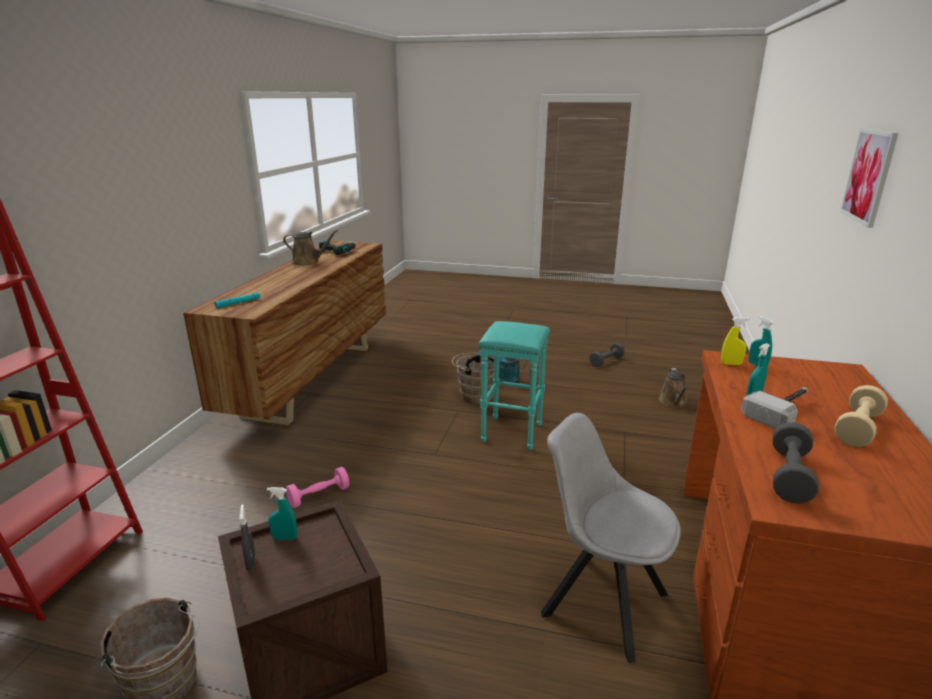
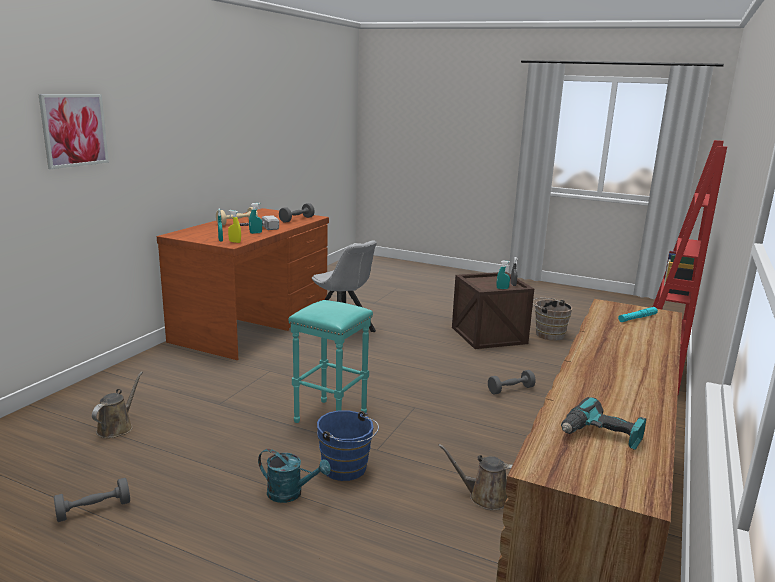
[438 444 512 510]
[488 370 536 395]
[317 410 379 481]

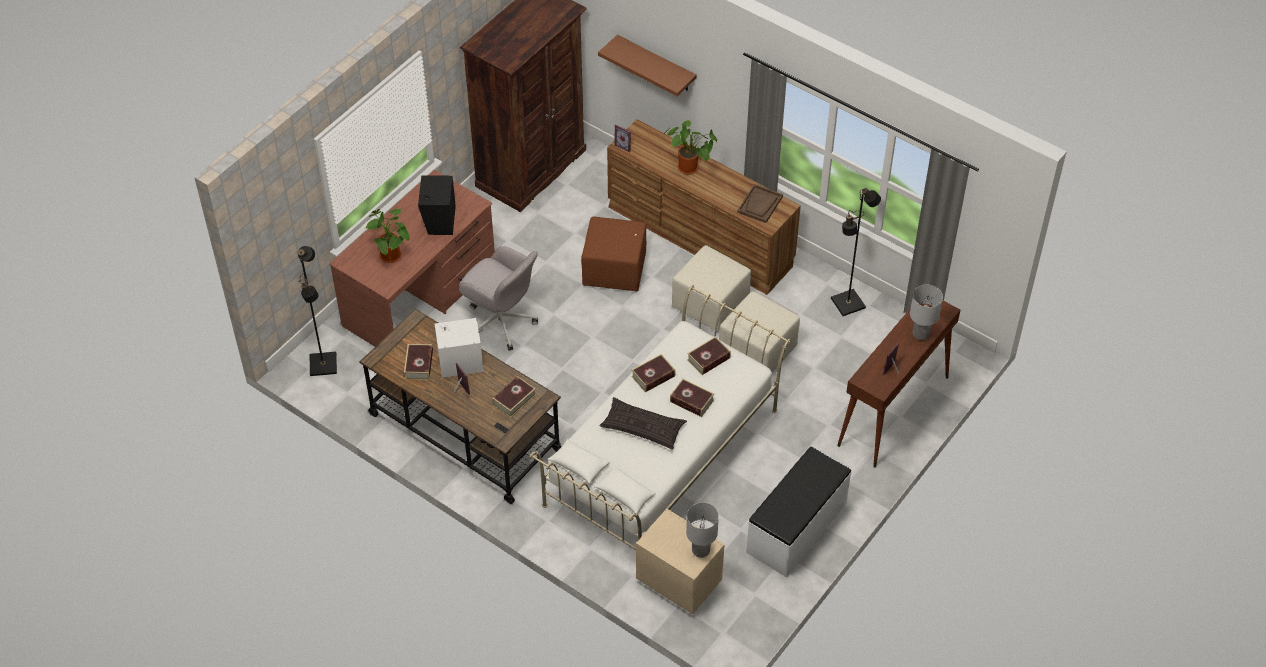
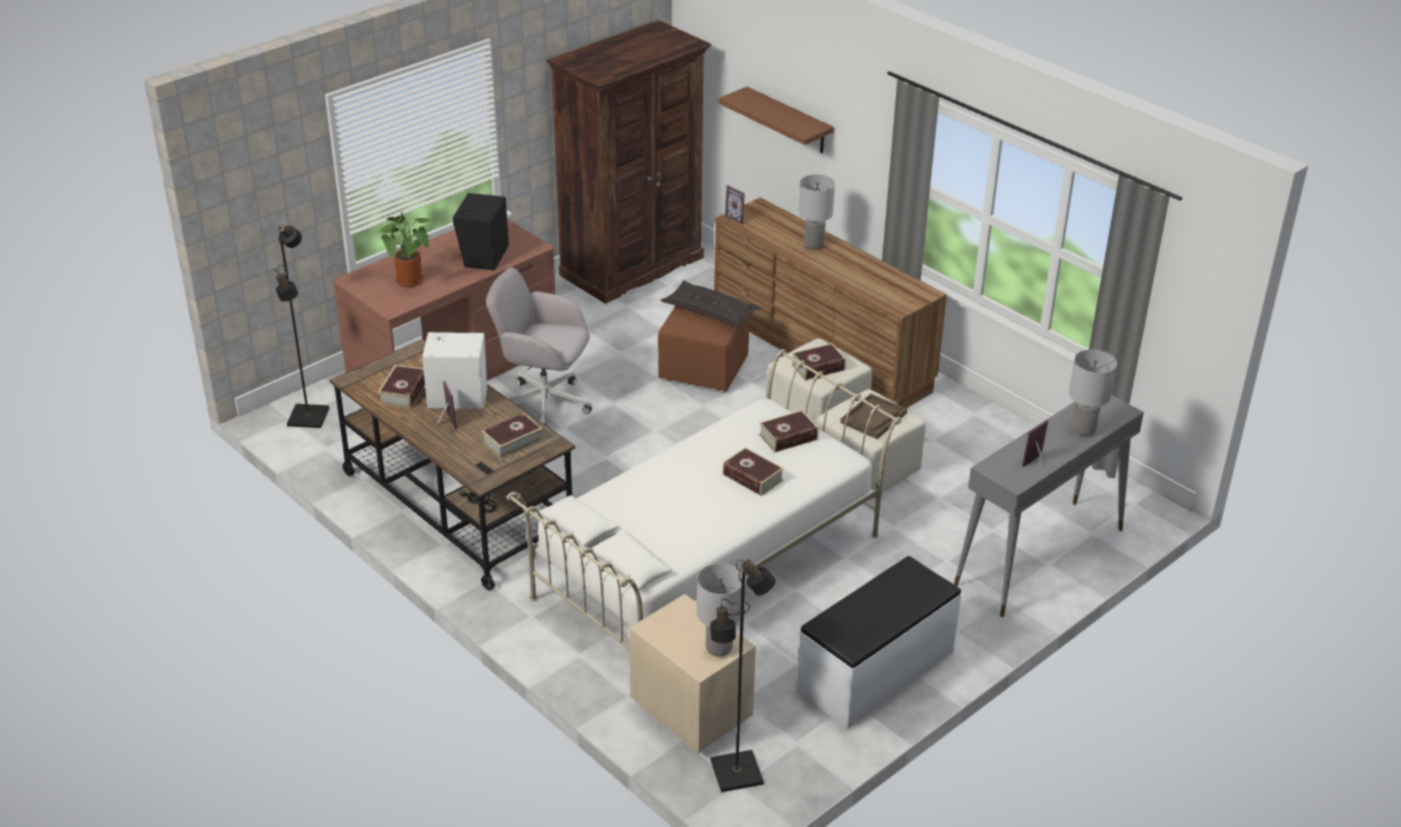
[486 267 592 426]
[660 280 761 328]
[791 343 846 380]
[798 174 835 249]
[840 394 907 439]
[710 559 776 792]
[954 395 1144 617]

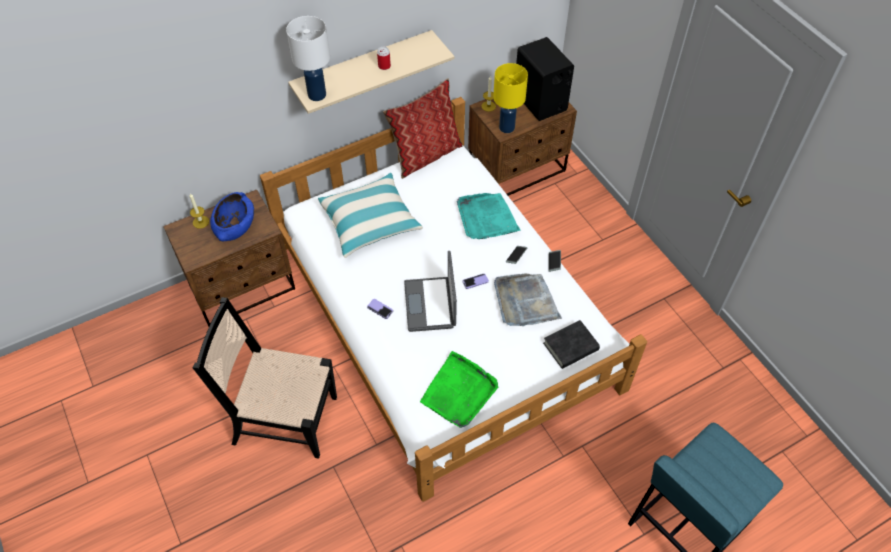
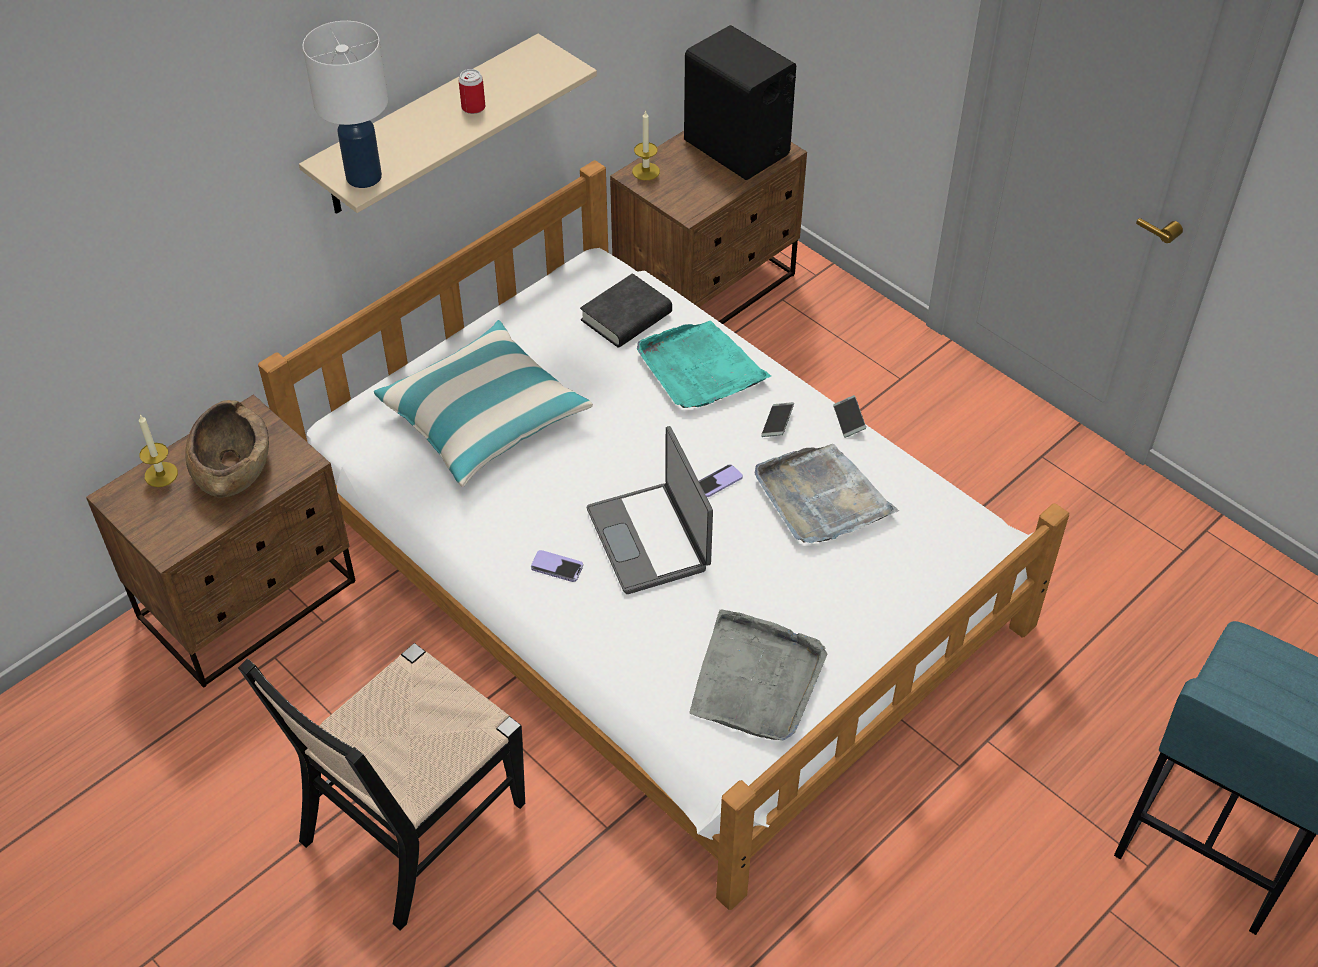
[238 643 525 931]
[185 400 269 498]
[383 78 463 179] (first image)
[689 610 827 741]
[493 63 528 133] (first image)
[580 273 672 348]

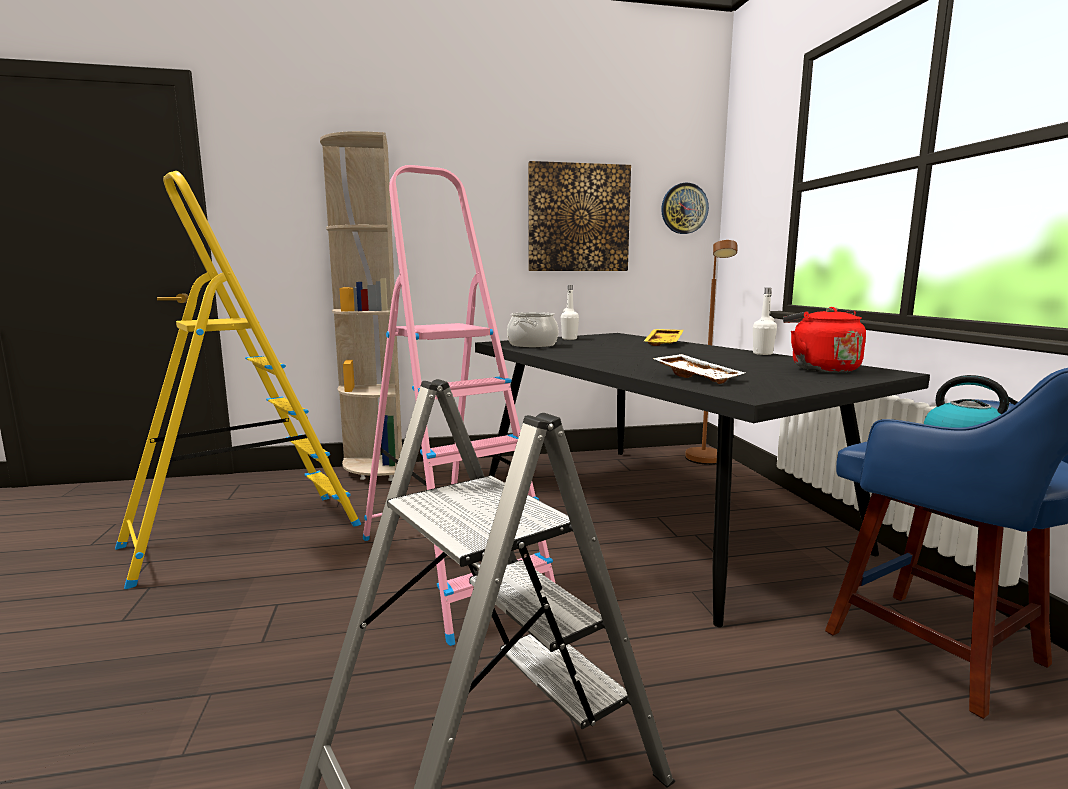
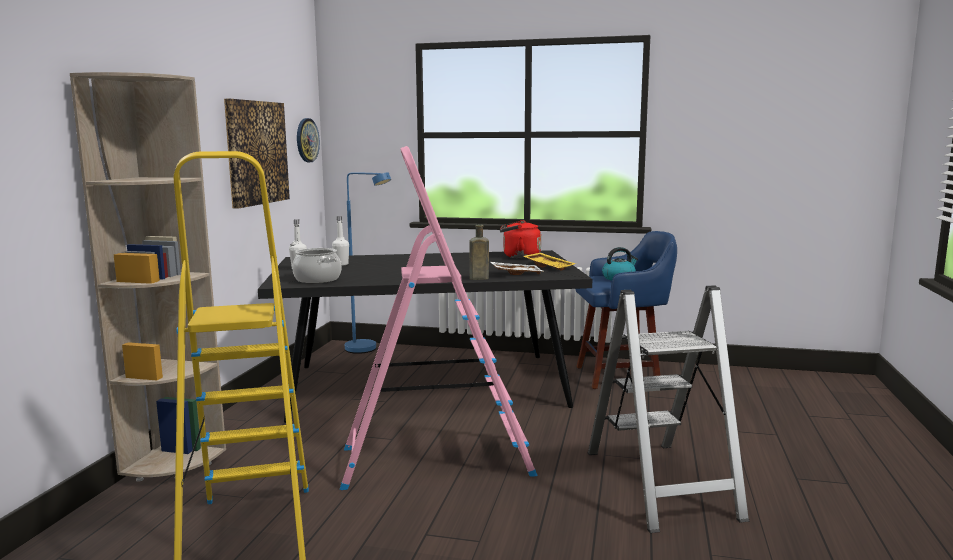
[523 253 576 271]
[345 172 391 354]
[332 216 349 266]
[469 225 489 280]

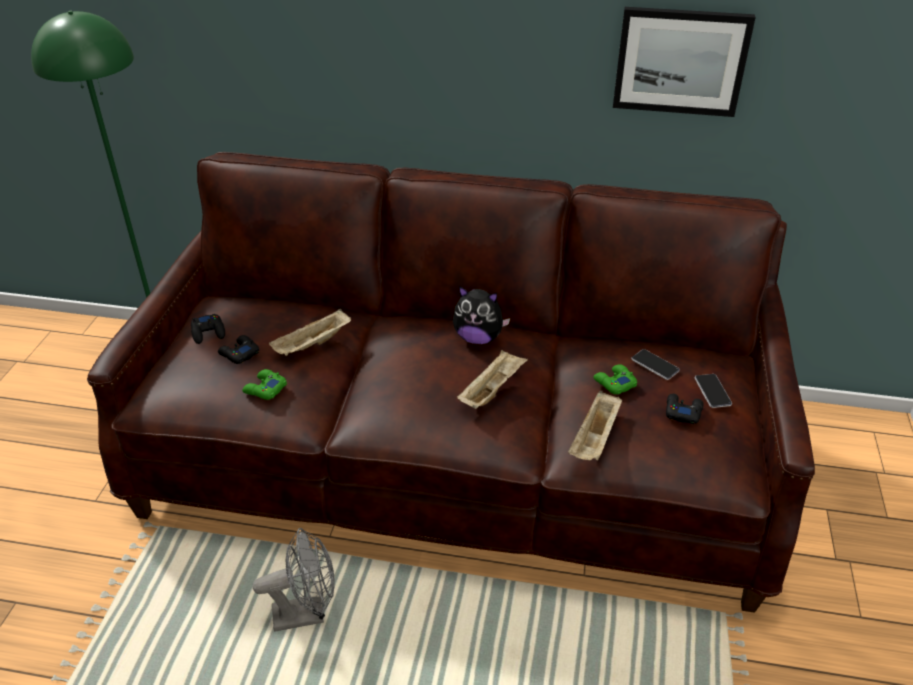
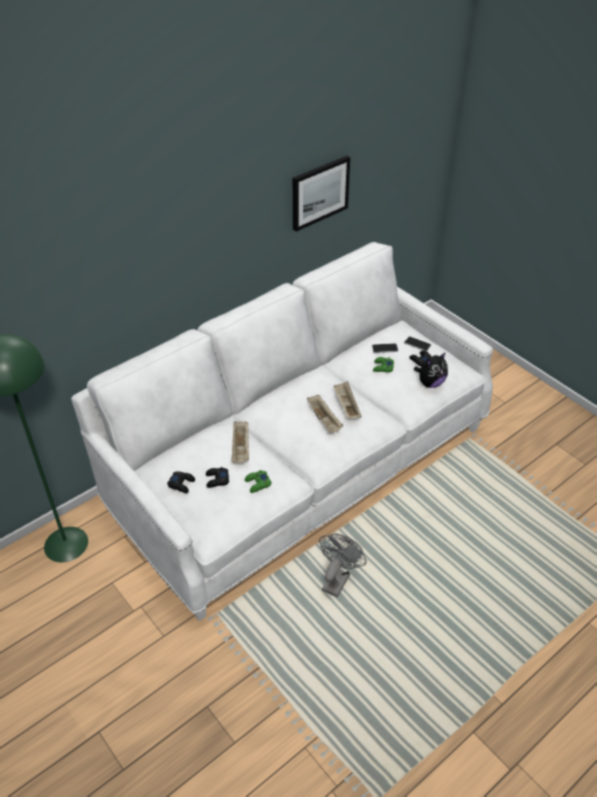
[71 242 493 621]
[414 352 448 388]
[307 395 343 433]

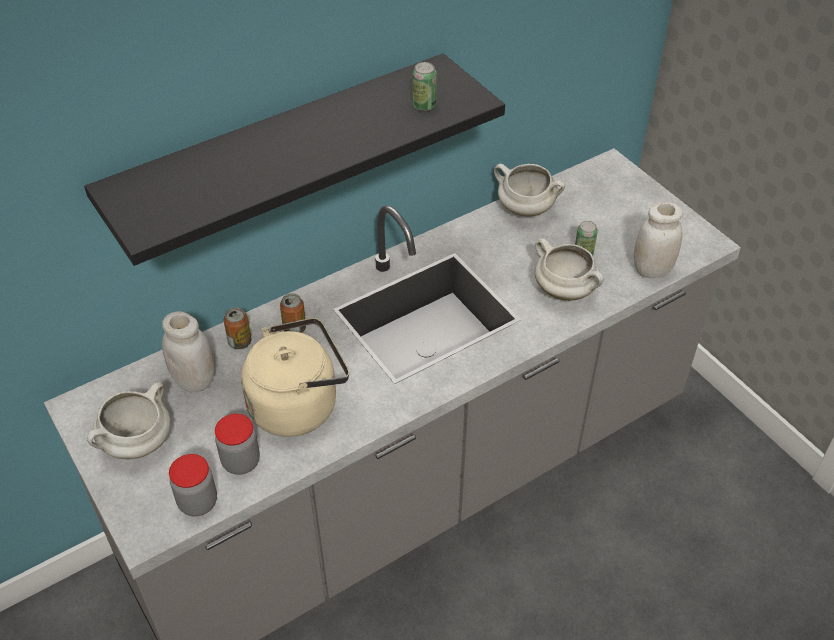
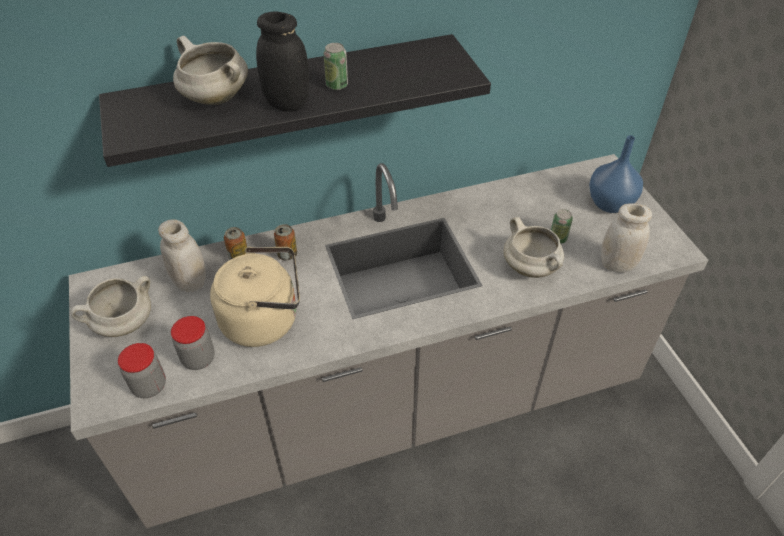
[323 43 348 90]
[173 36 248 105]
[256 11 309 112]
[589 135 643 213]

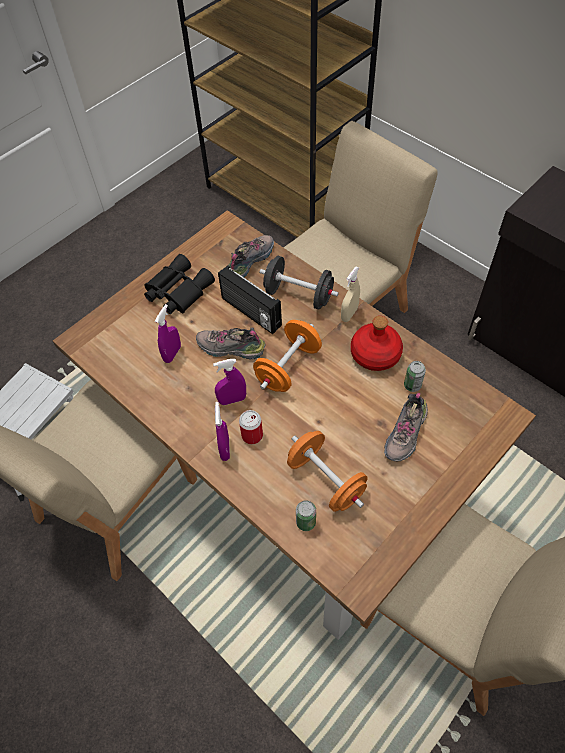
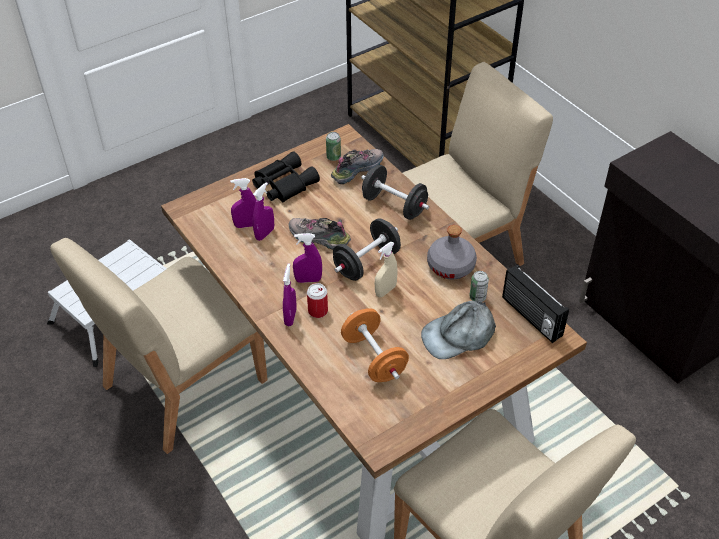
[502 264 569 343]
[333 218 401 281]
[326 132 341 161]
[375 242 398 297]
[427 225 477 280]
[421 301 496 359]
[230 178 256 228]

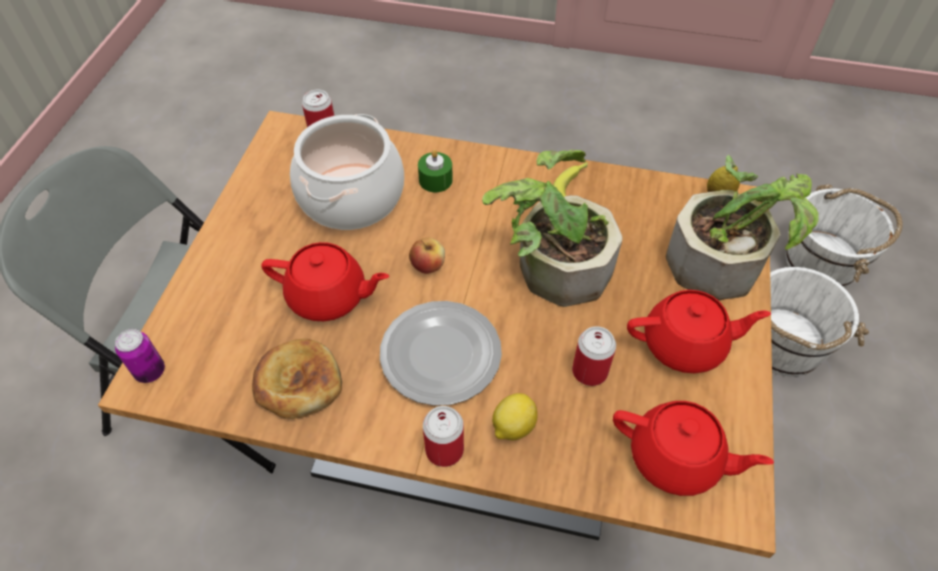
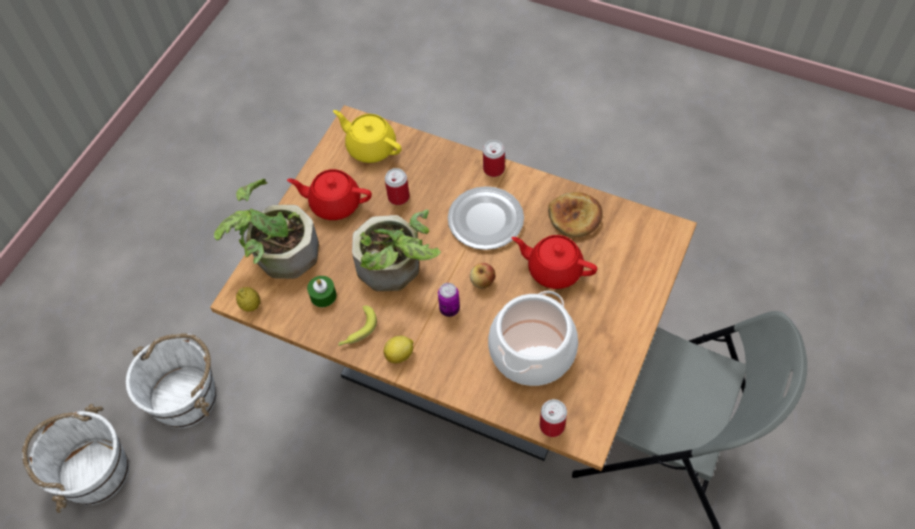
[438 283 460 317]
[307 276 337 307]
[384 336 414 363]
[333 110 401 163]

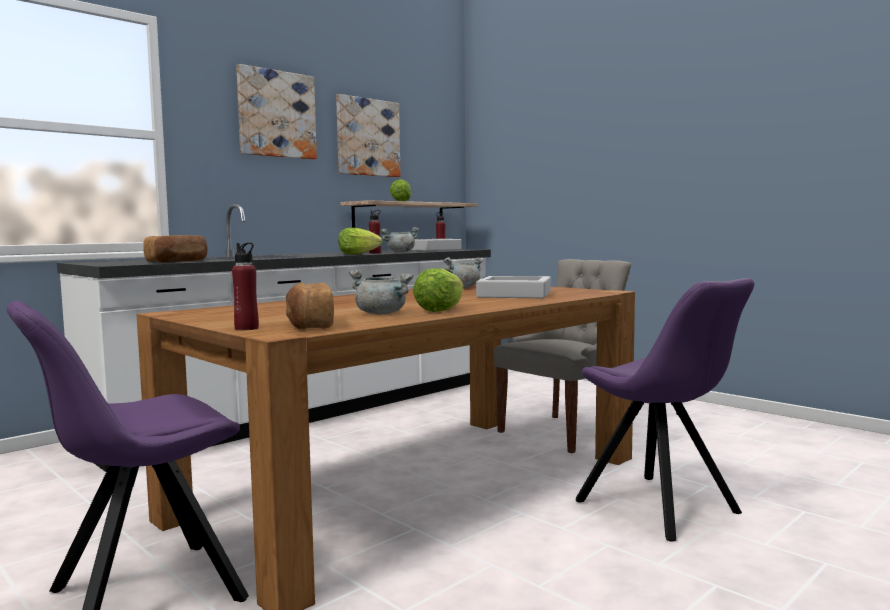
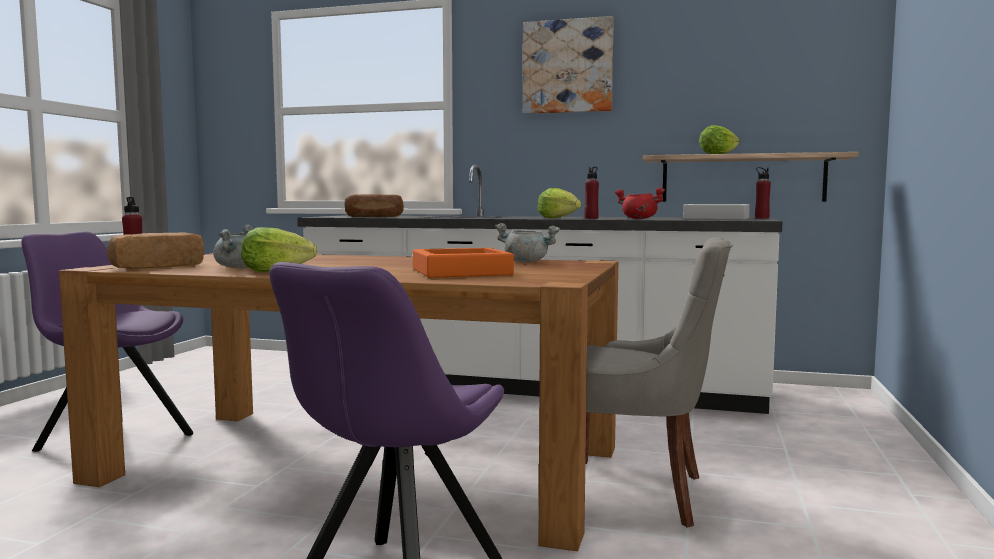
[336 94 400 177] (first image)
[615 187 665 219]
[413 248 514 278]

